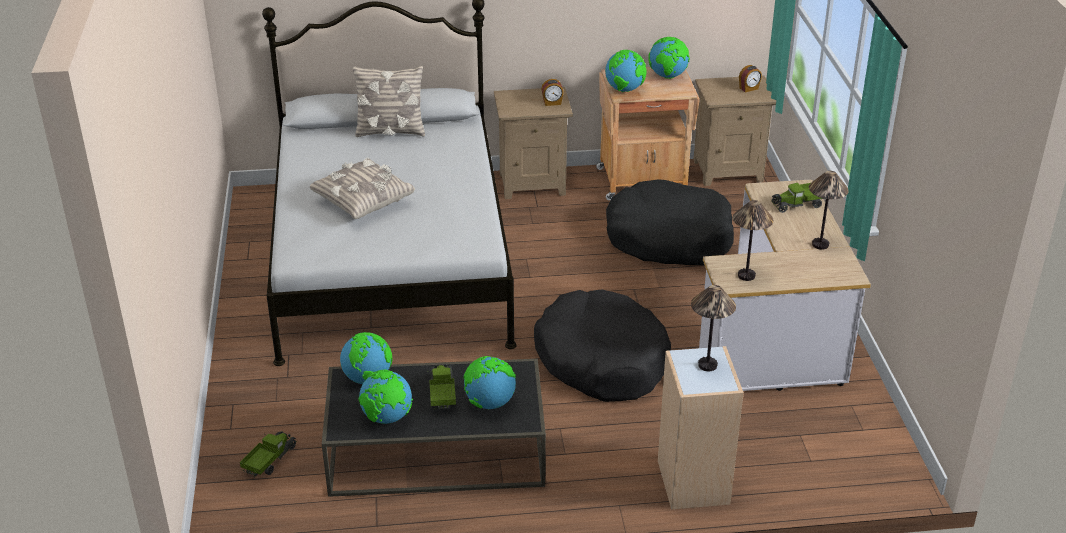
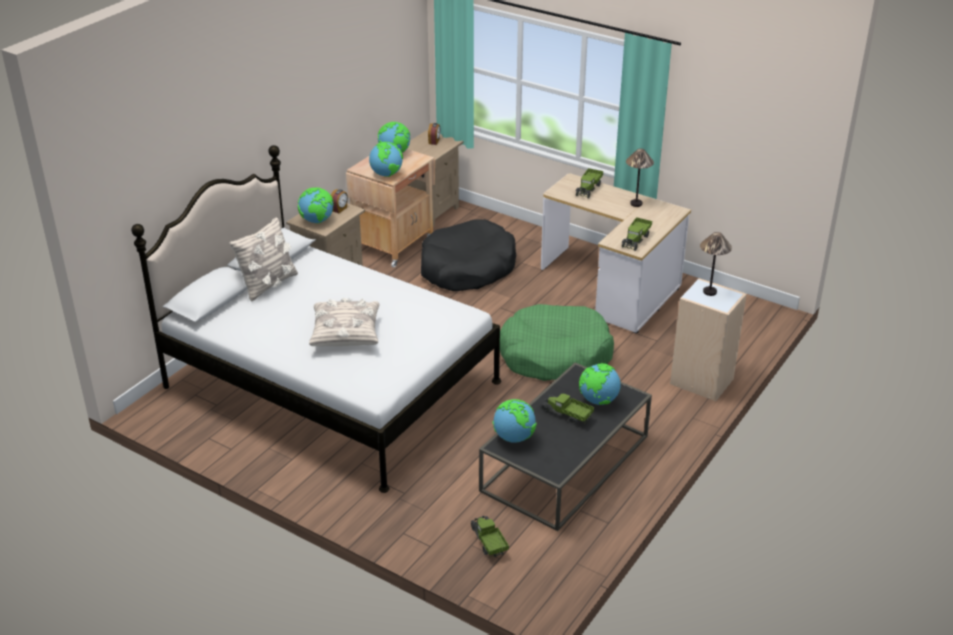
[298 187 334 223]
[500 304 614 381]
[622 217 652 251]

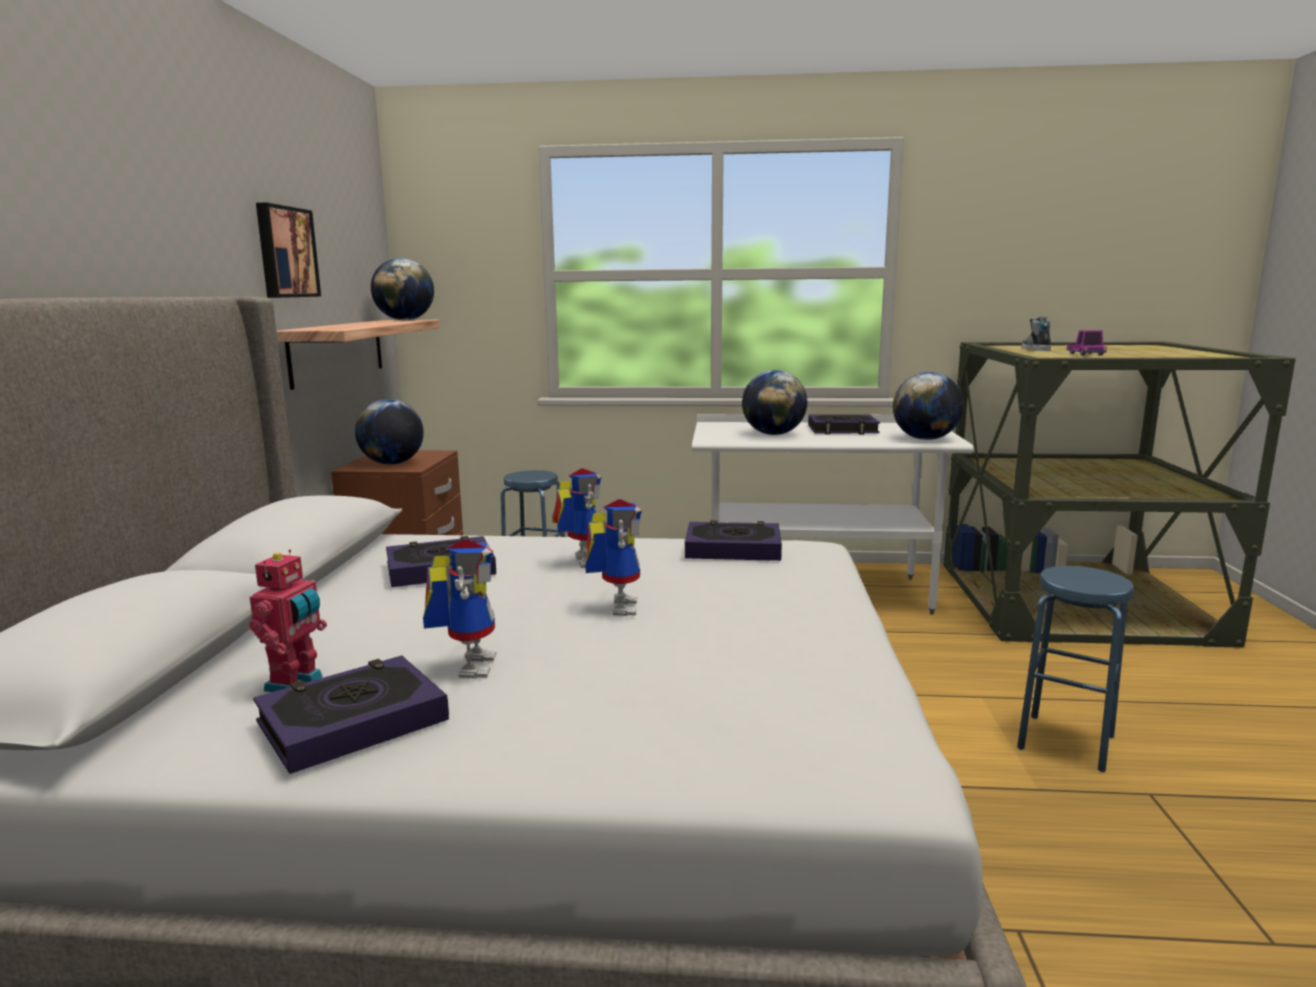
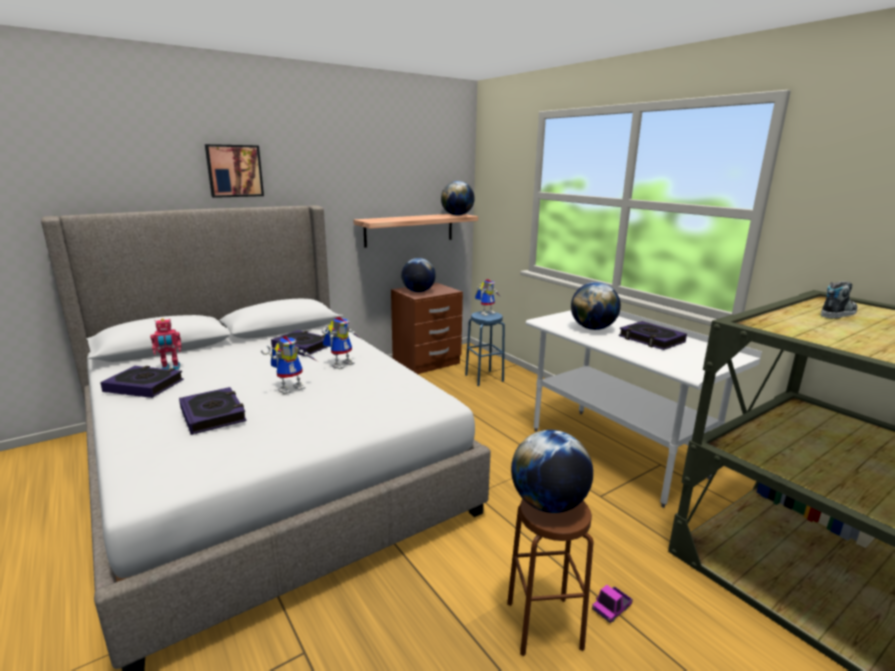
[205 144 264 198]
[475 279 501 316]
[179 387 247 435]
[511 430 593 513]
[507 499 593 656]
[592 585 633 623]

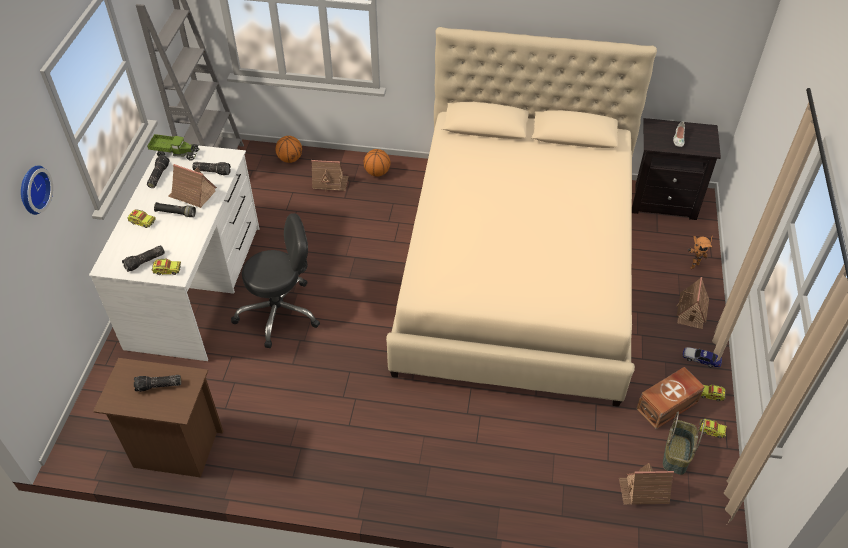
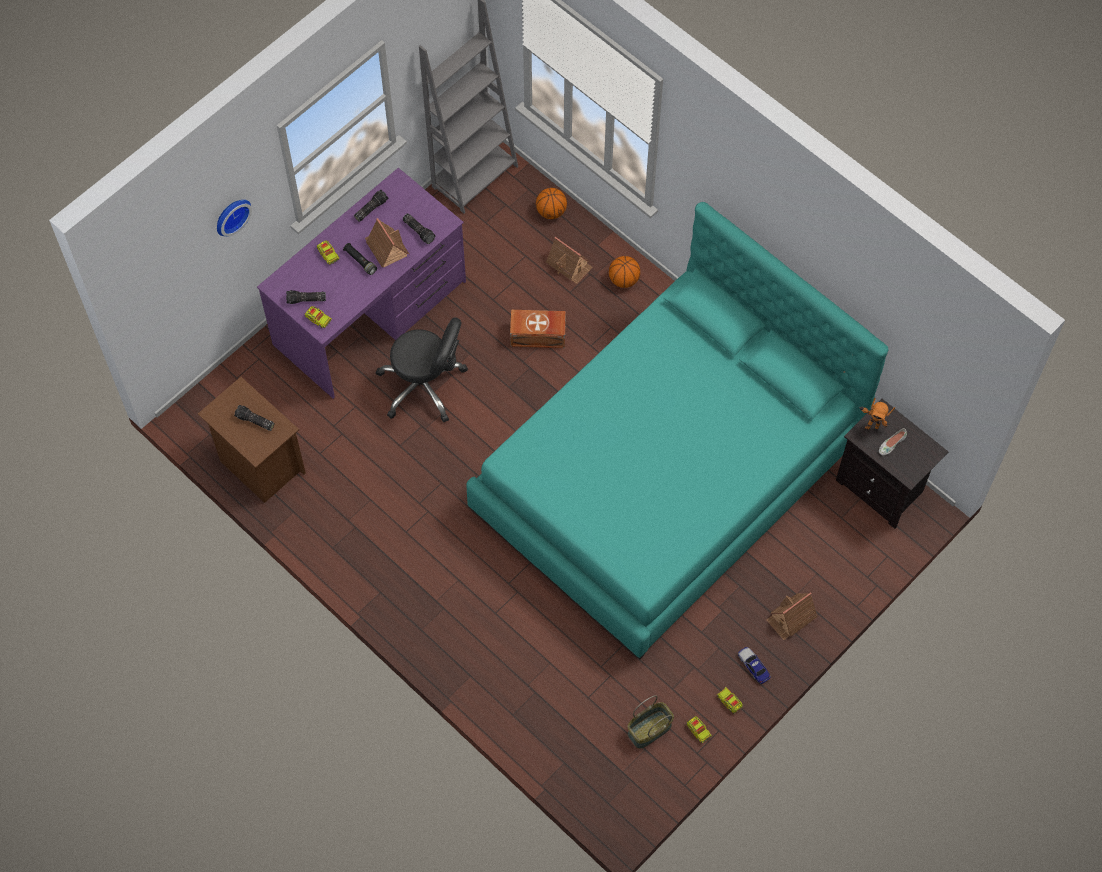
[257 168 466 399]
[147 134 199 161] (first image)
[467 202 889 660]
[619 463 674 505] (first image)
[510 310 566 348]
[860 398 895 430]

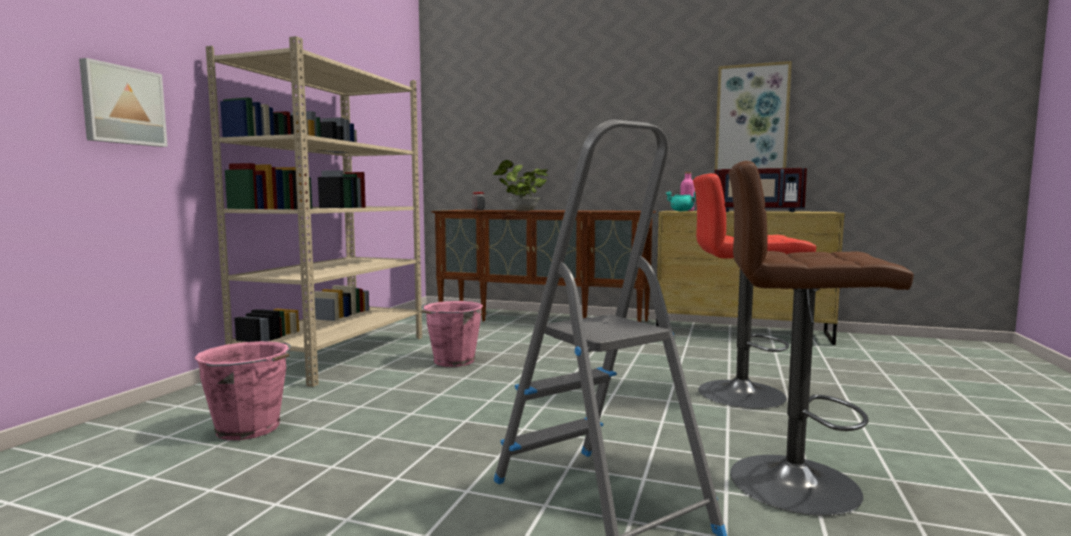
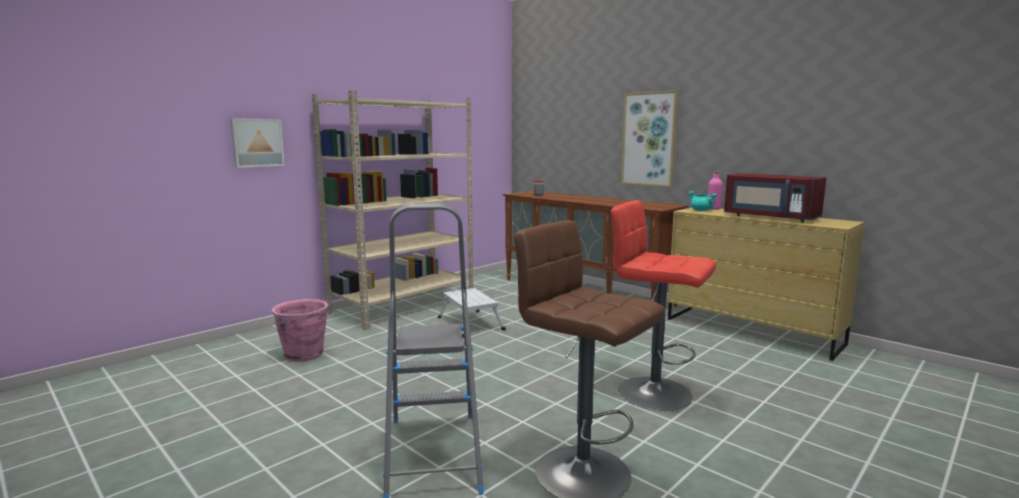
[437 288 506 337]
[492 160 548 211] (first image)
[621 90 678 187]

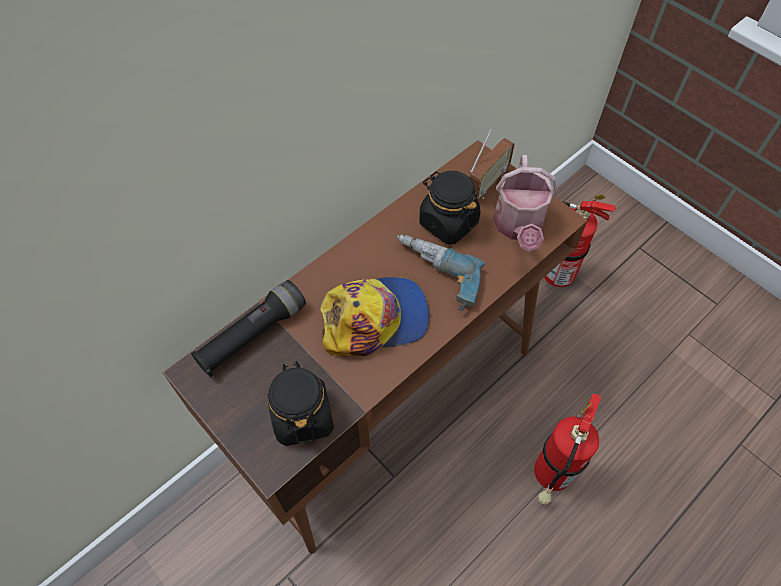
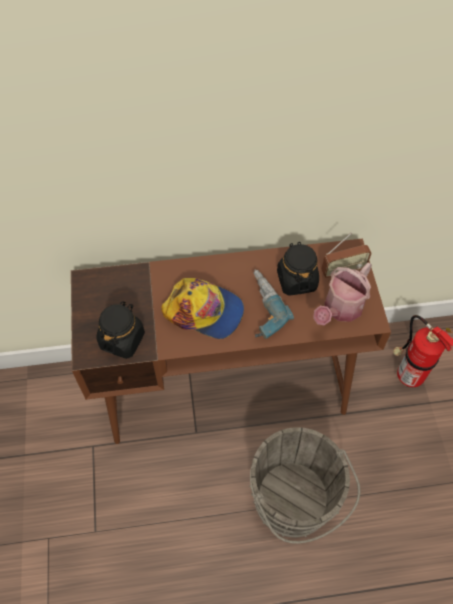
[191 280 306 377] (first image)
[249 427 361 544]

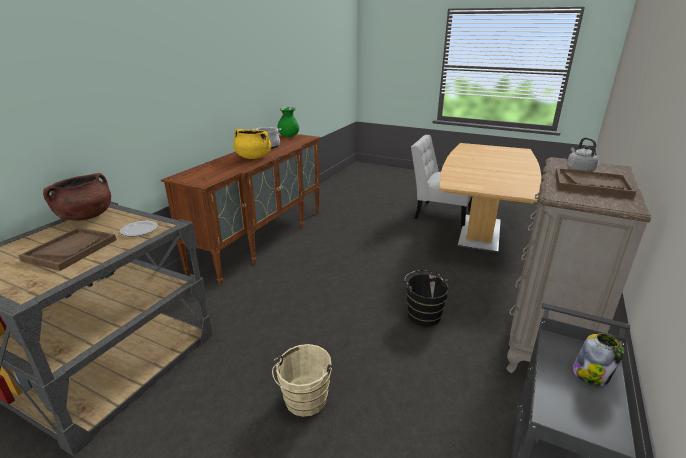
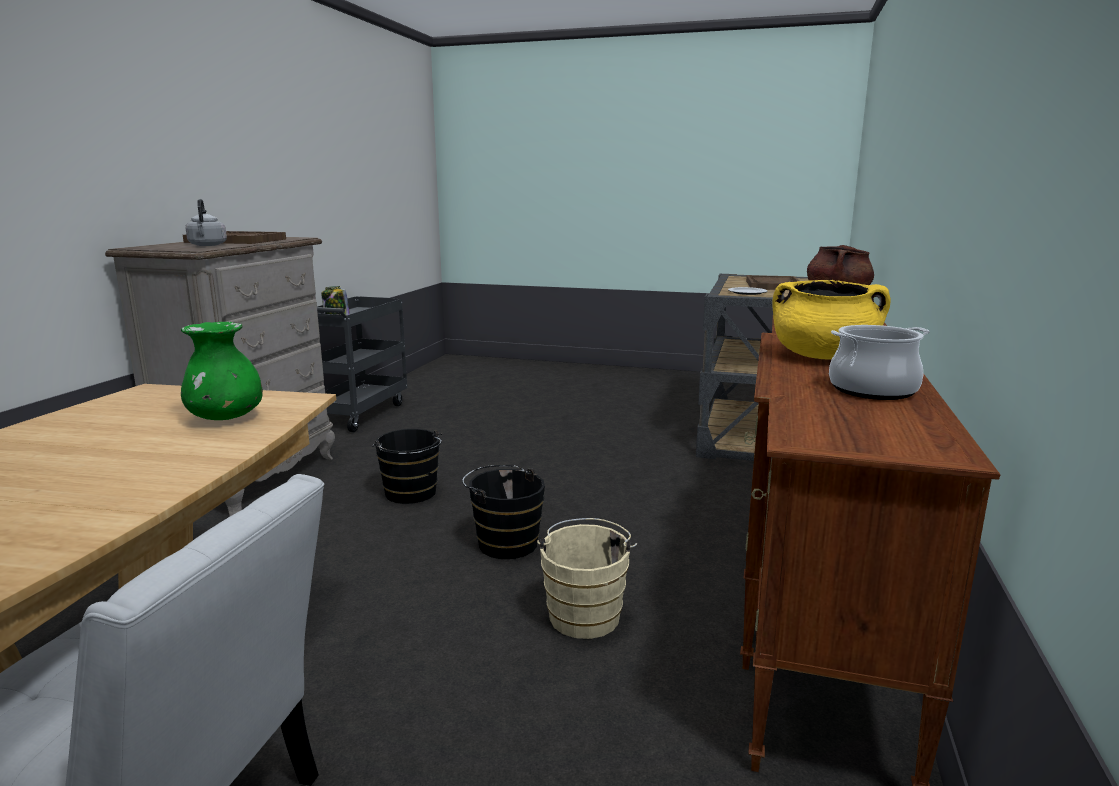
[537 518 637 639]
[181 322 263 420]
[462 465 545 559]

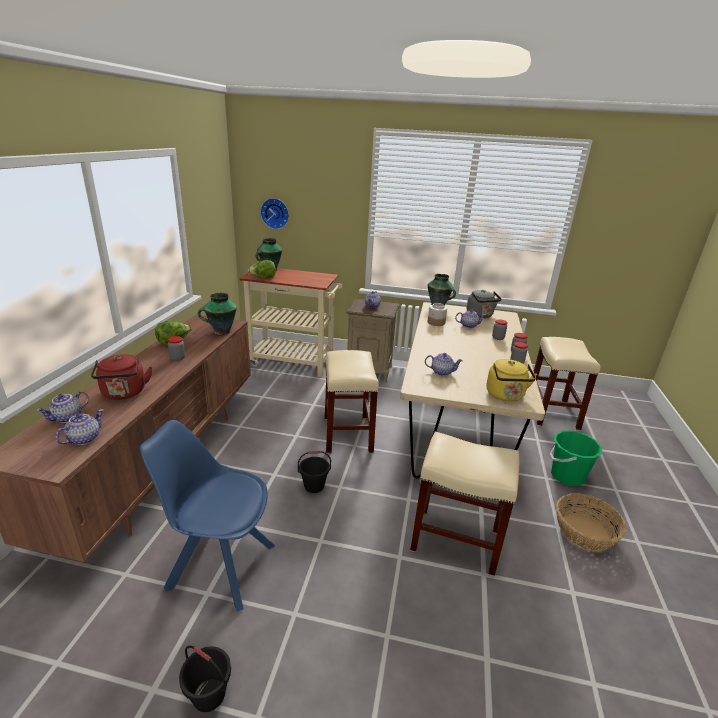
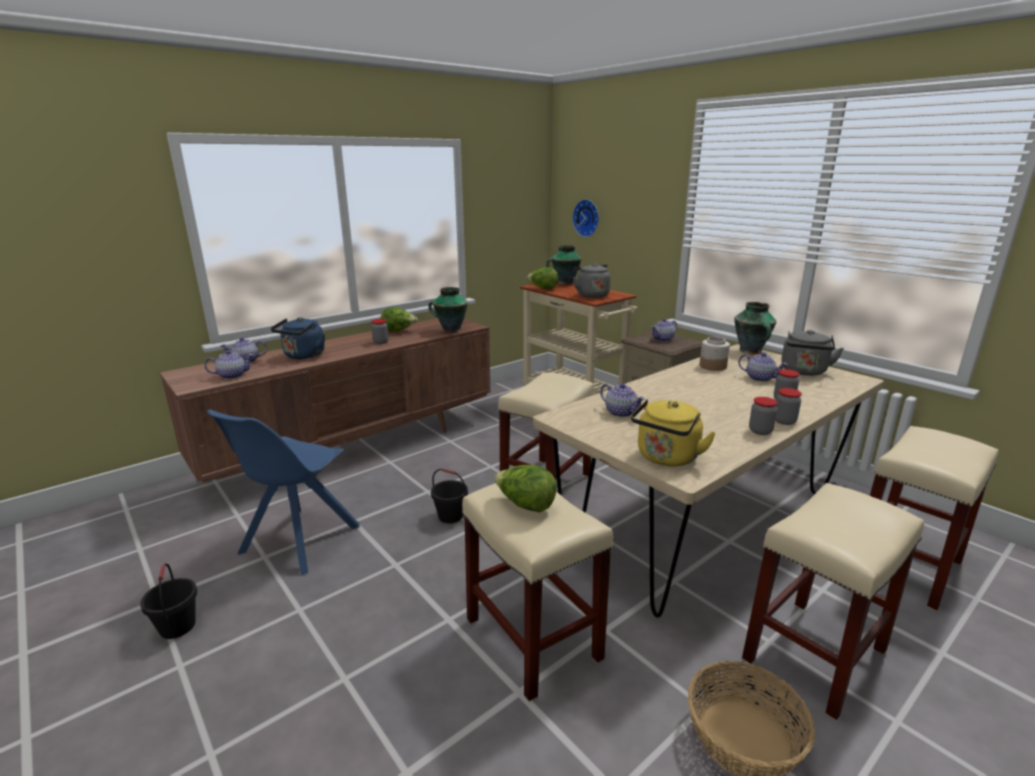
[271 317 325 359]
[207 409 359 575]
[742 483 924 721]
[494 465 557 512]
[573 263 611 298]

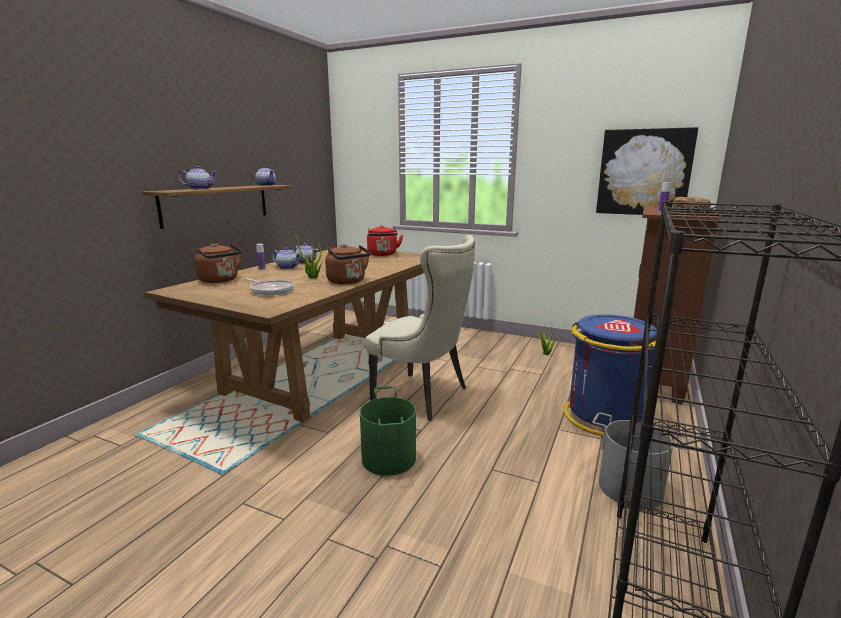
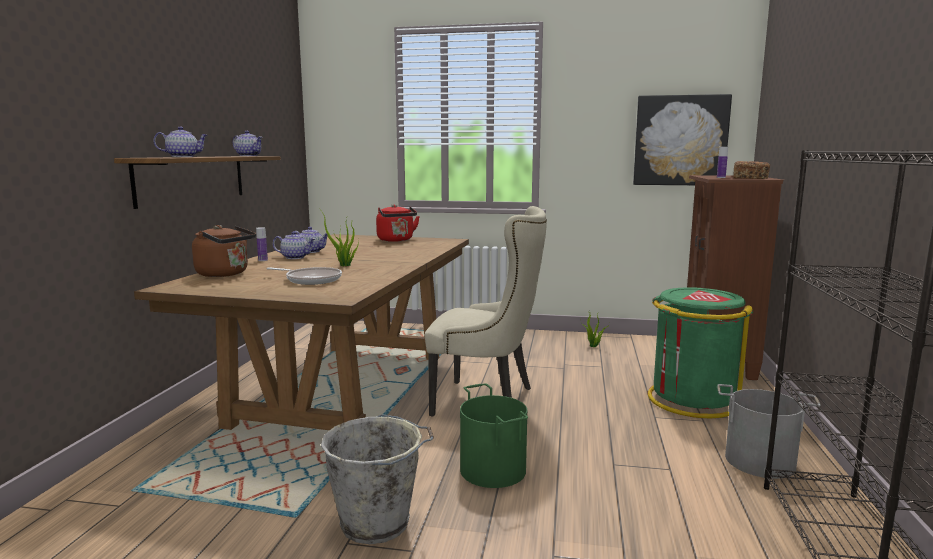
[325 244 371 284] (first image)
[648 287 753 419]
[321 415 434 544]

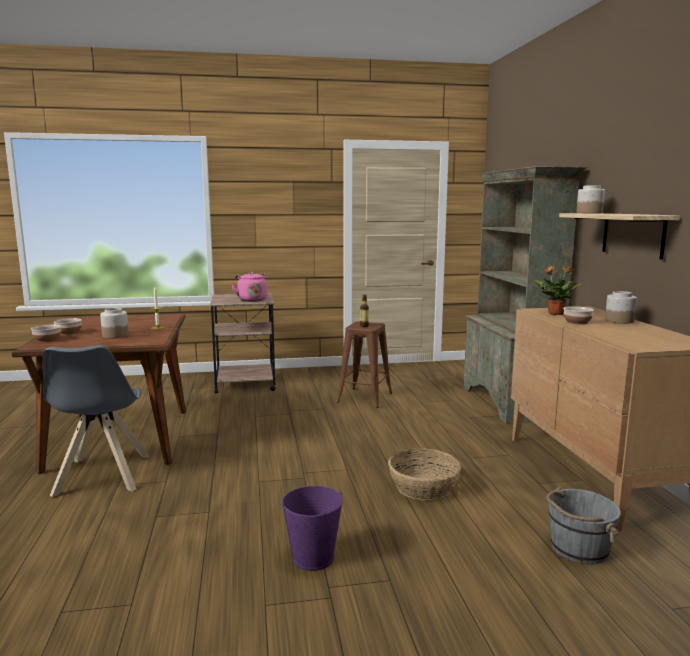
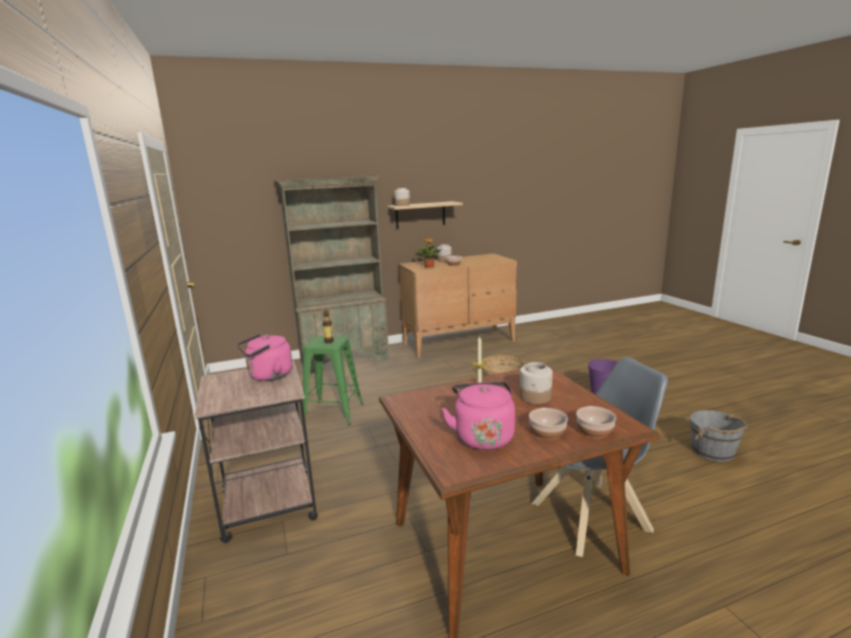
[303 336 363 425]
[690 410 748 462]
[442 381 515 450]

